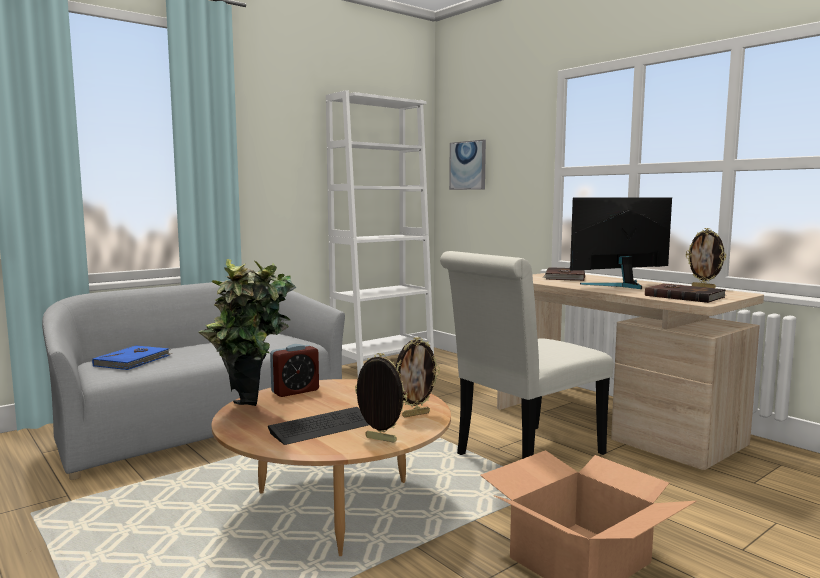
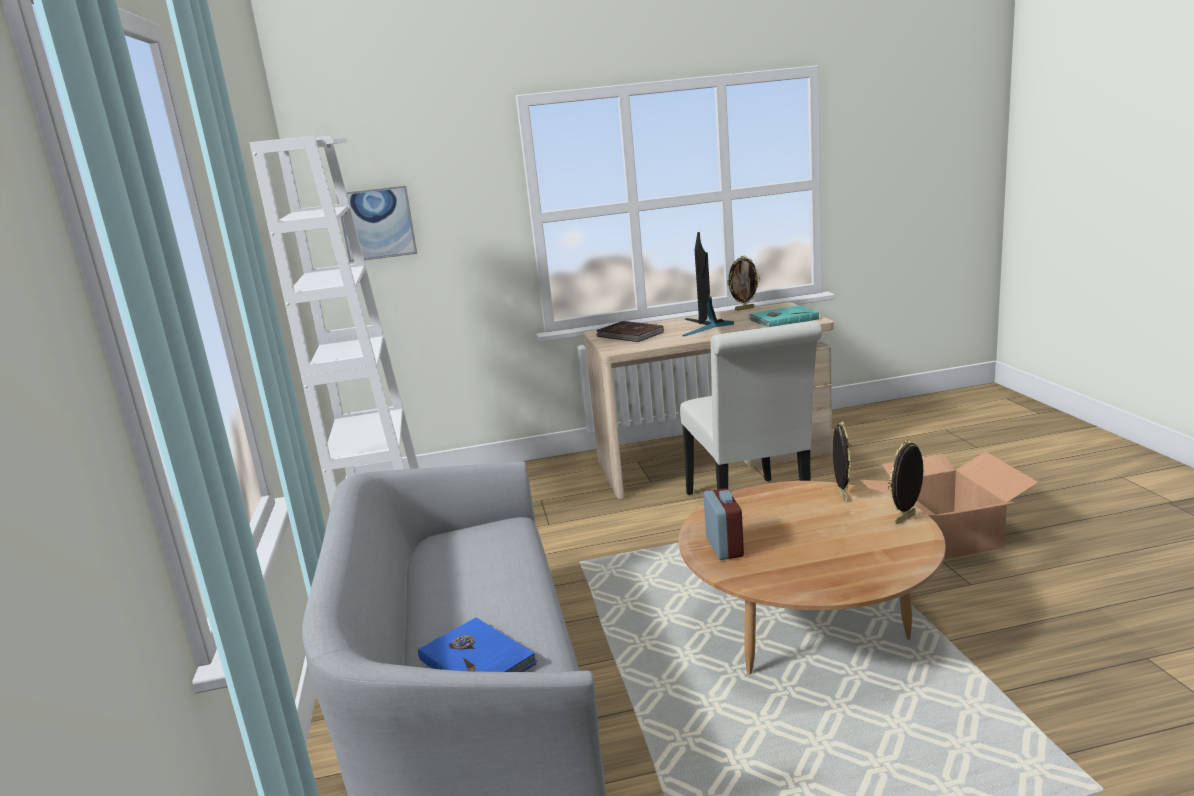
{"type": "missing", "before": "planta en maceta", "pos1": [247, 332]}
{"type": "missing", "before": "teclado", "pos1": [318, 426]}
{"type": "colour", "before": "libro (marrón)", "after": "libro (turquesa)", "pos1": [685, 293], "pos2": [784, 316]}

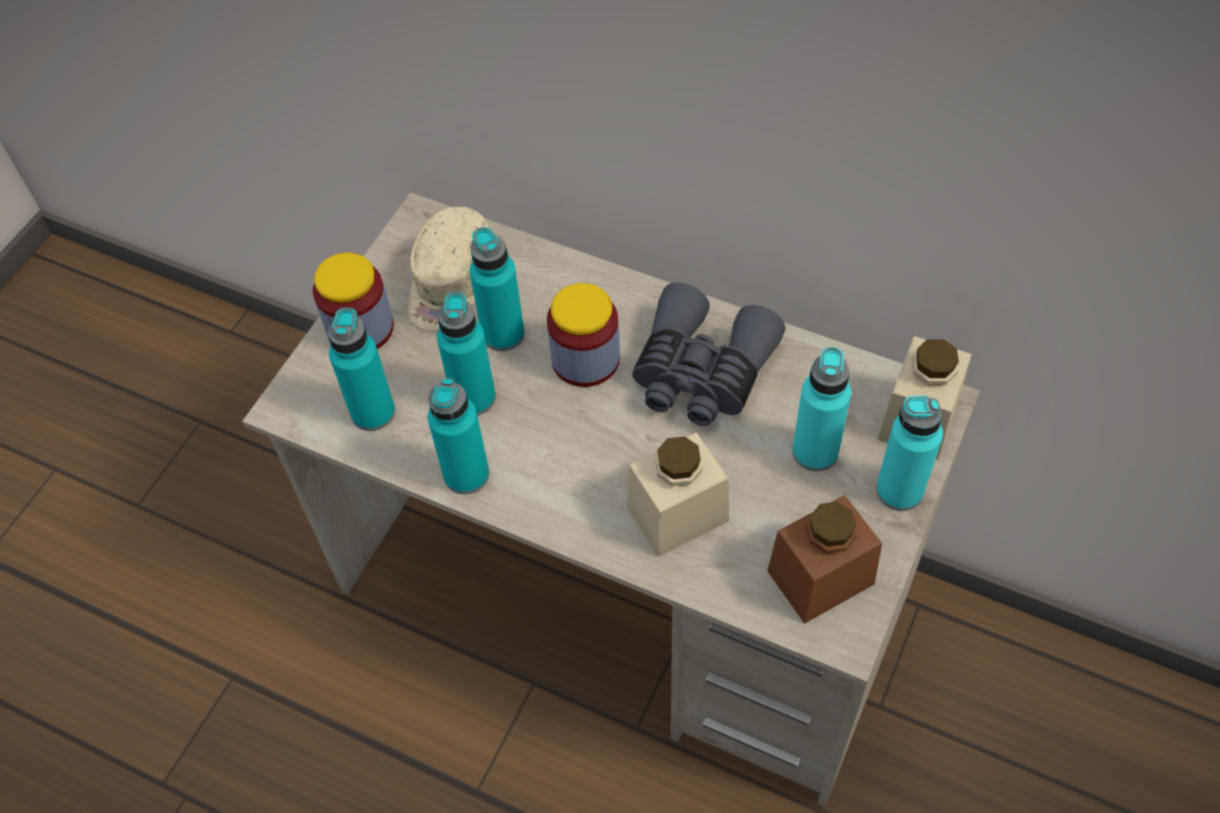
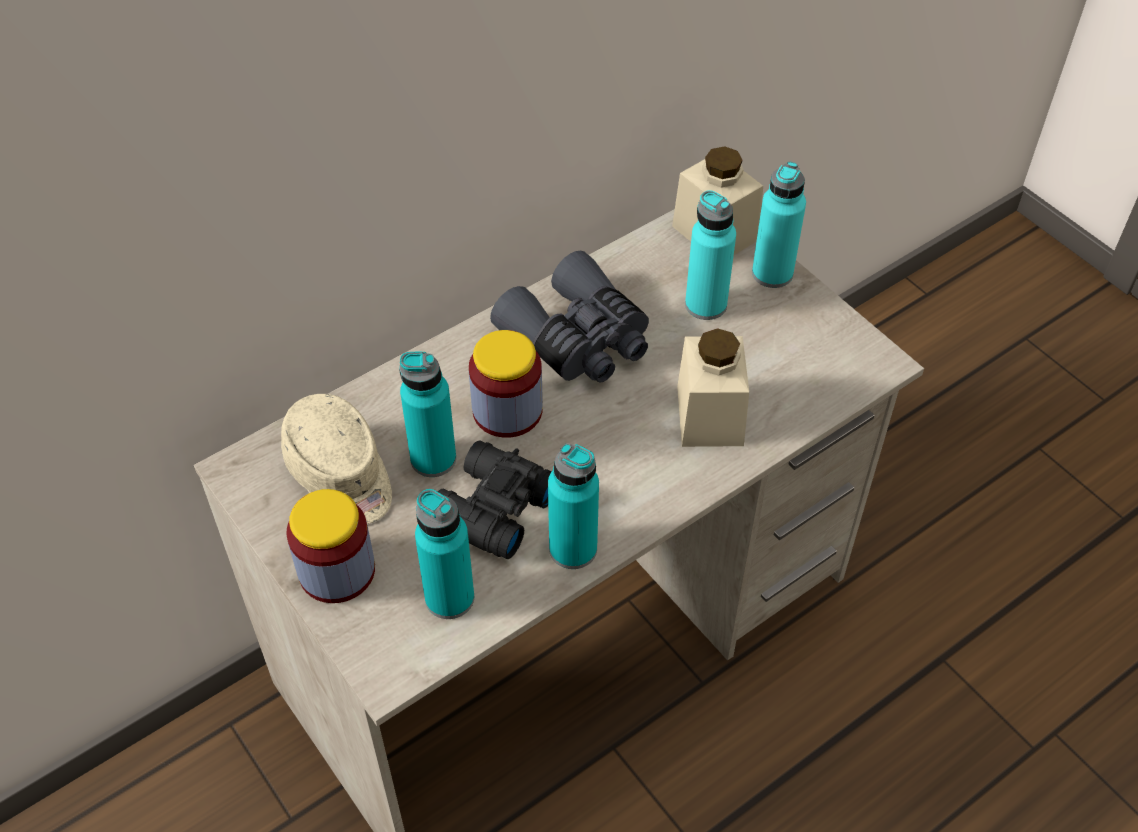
{"type": "missing", "before": "tarro (marrón)", "pos1": [824, 559]}
{"type": "exchanged", "before": "botella (turquesa)", "after": "prismáticos (negro)", "pos1": [466, 354], "pos2": [494, 499]}

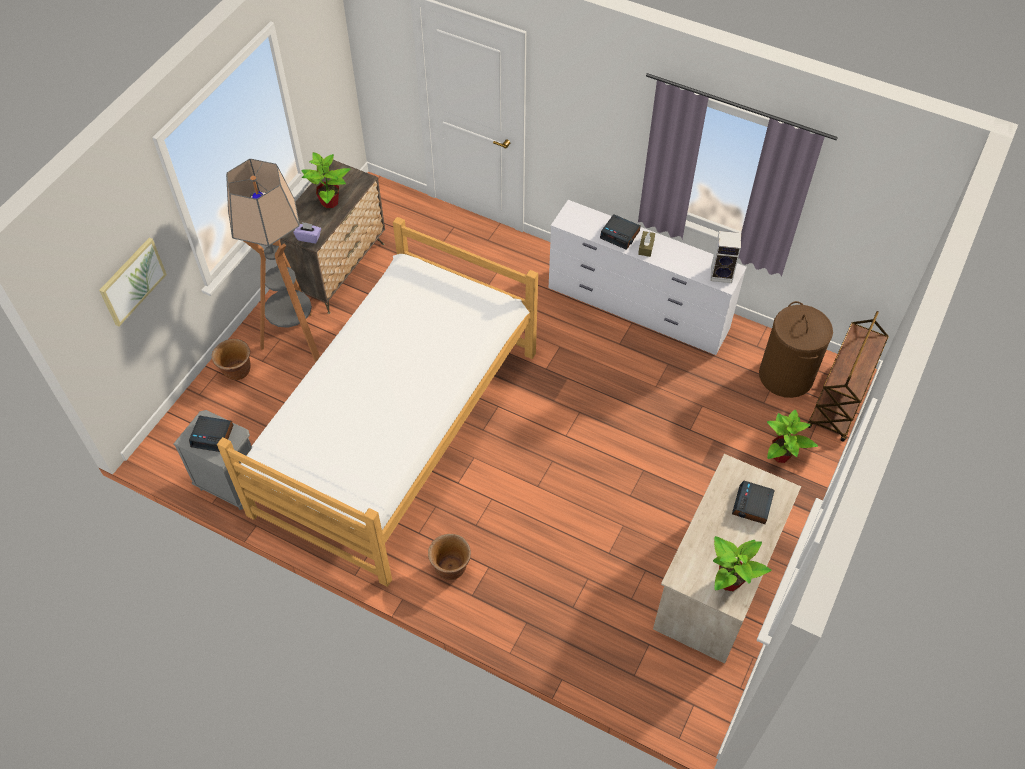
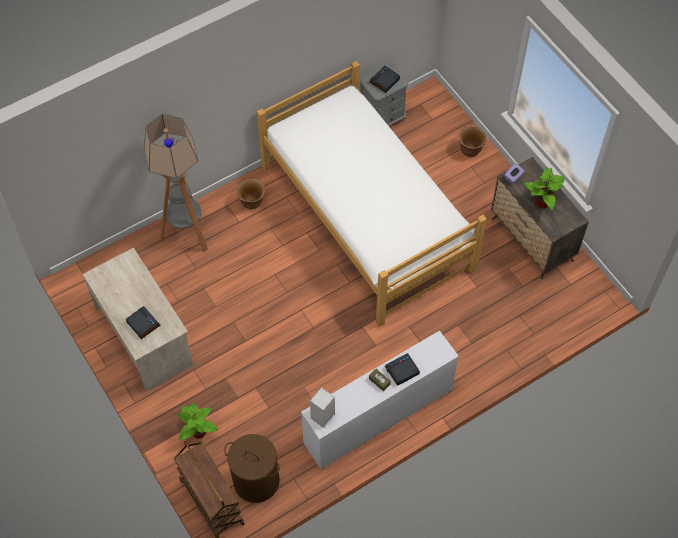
{"type": "missing", "before": "cuadro", "pos1": [133, 282]}
{"type": "missing", "before": "planta en maceta", "pos1": [742, 563]}
{"type": "relocated", "before": "lámpara de pie", "pos1": [273, 260], "pos2": [176, 183]}

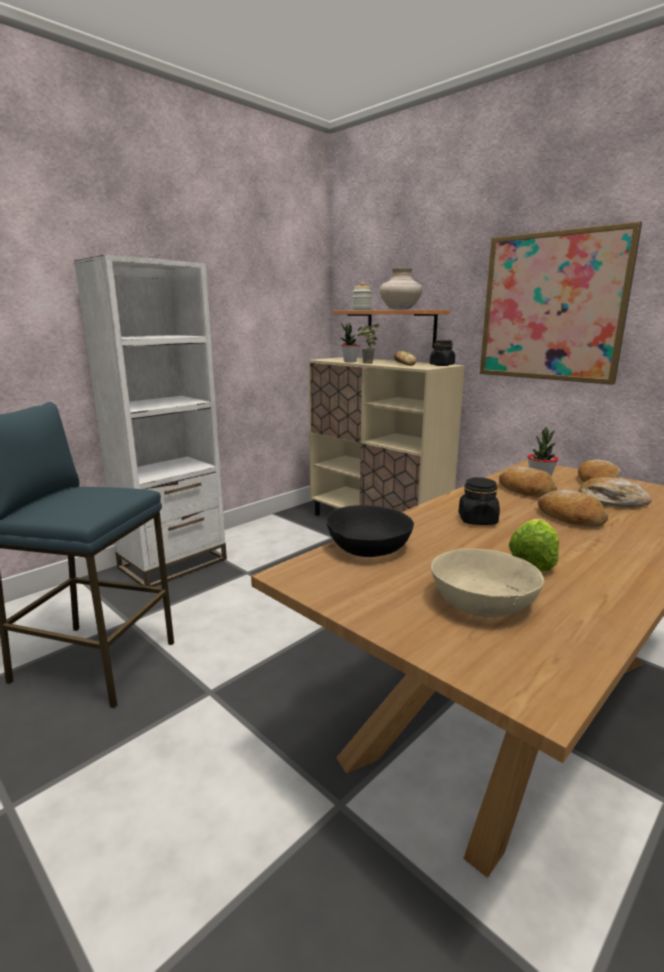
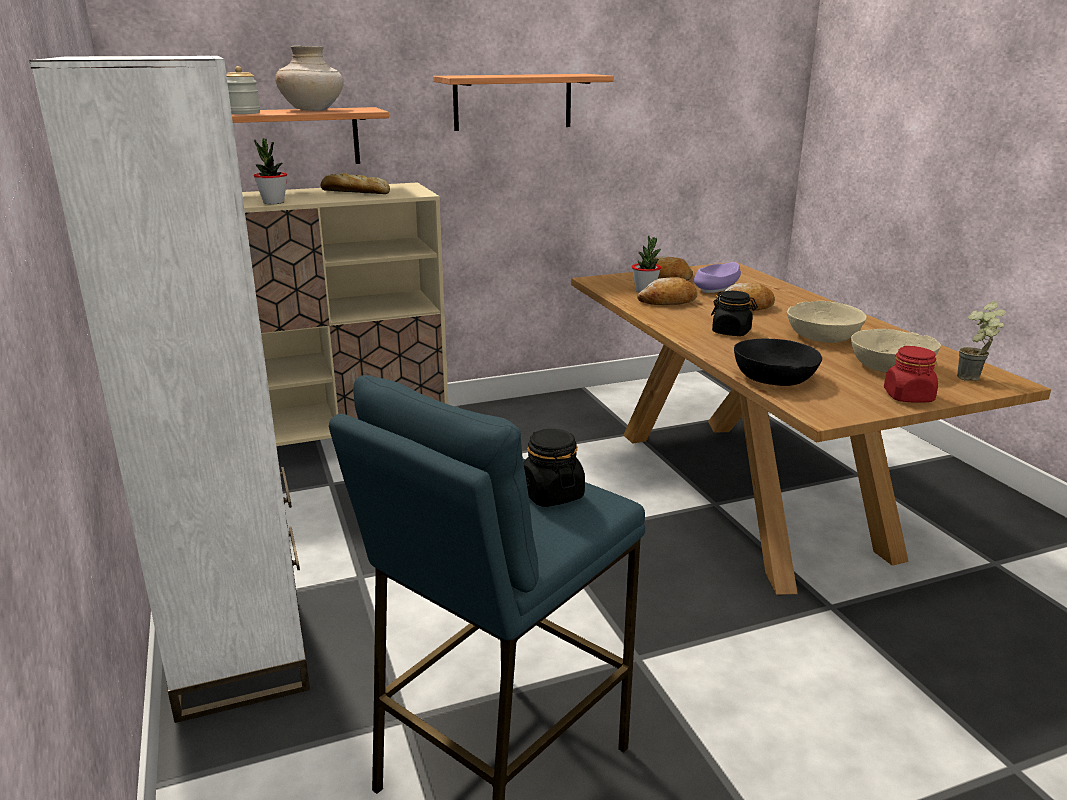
{"type": "appeared", "after": "tarro (rojo)", "pos2": [911, 374]}
{"type": "relocated", "before": "planta en maceta", "pos1": [368, 343], "pos2": [981, 341]}
{"type": "relocated", "before": "tarro (negro)", "pos1": [442, 353], "pos2": [554, 468]}
{"type": "exchanged", "before": "cuadro", "after": "estante", "pos1": [561, 303], "pos2": [523, 102]}
{"type": "exchanged", "before": "lechuga", "after": "cuenco (beis)", "pos1": [534, 545], "pos2": [827, 322]}
{"type": "exchanged", "before": "pan", "after": "cuenco (morado)", "pos1": [615, 492], "pos2": [717, 277]}

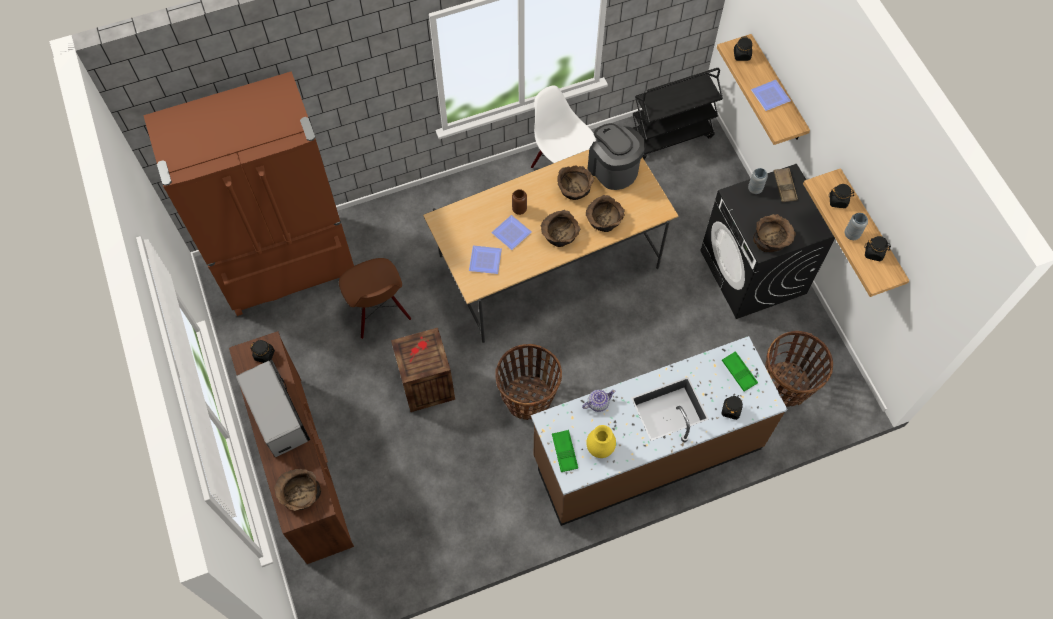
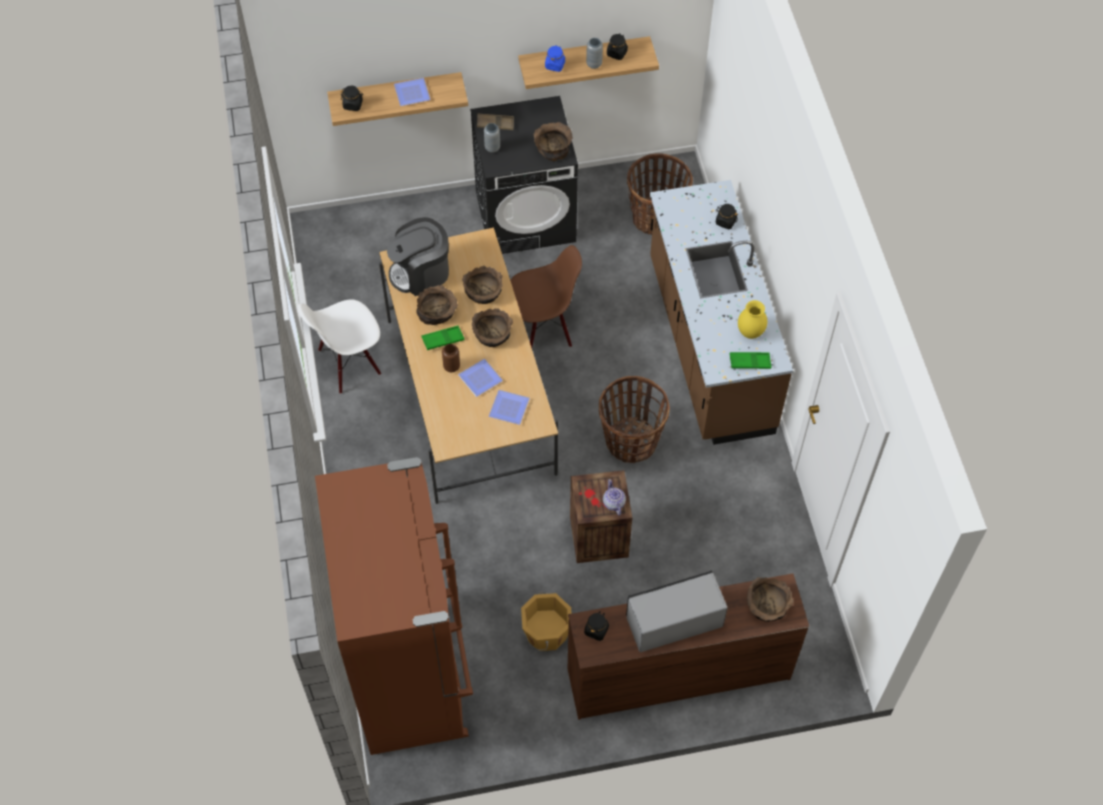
{"type": "missing", "before": "carrito (negro)", "pos1": [678, 113]}
{"type": "appeared", "after": "cubo (naranja)", "pos2": [546, 621]}
{"type": "relocated", "before": "silla (marrón)", "pos1": [375, 298], "pos2": [546, 296]}
{"type": "relocated", "before": "tetera", "pos1": [598, 401], "pos2": [614, 497]}
{"type": "relocated", "before": "bandeja (verde)", "pos1": [740, 371], "pos2": [443, 338]}
{"type": "colour", "before": "tarro (negro)", "after": "tarro (azul)", "pos1": [841, 196], "pos2": [555, 59]}

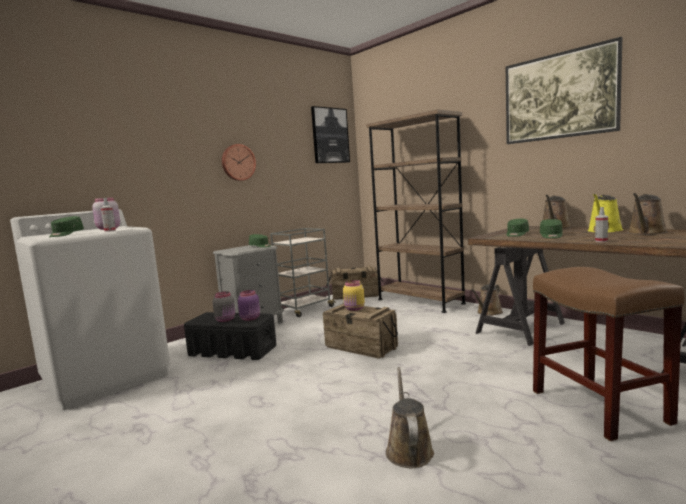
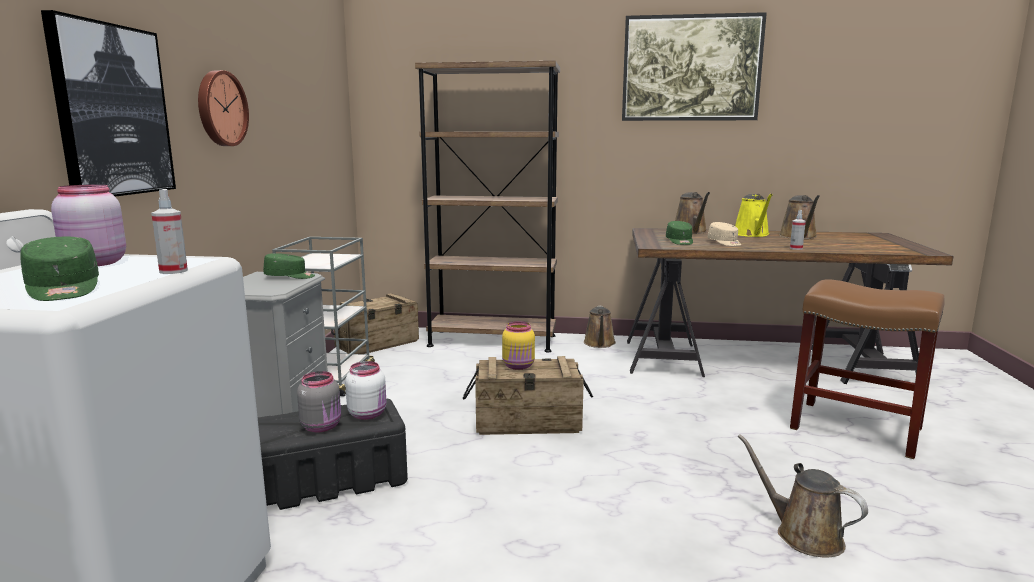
{"type": "relocated", "before": "cuadro", "pos1": [330, 134], "pos2": [108, 103]}
{"type": "colour", "before": "tarro (morado)", "after": "tarro (blanco)", "pos1": [249, 305], "pos2": [365, 390]}
{"type": "colour", "before": "gorra (verde)", "after": "gorra (beis)", "pos1": [551, 228], "pos2": [724, 234]}

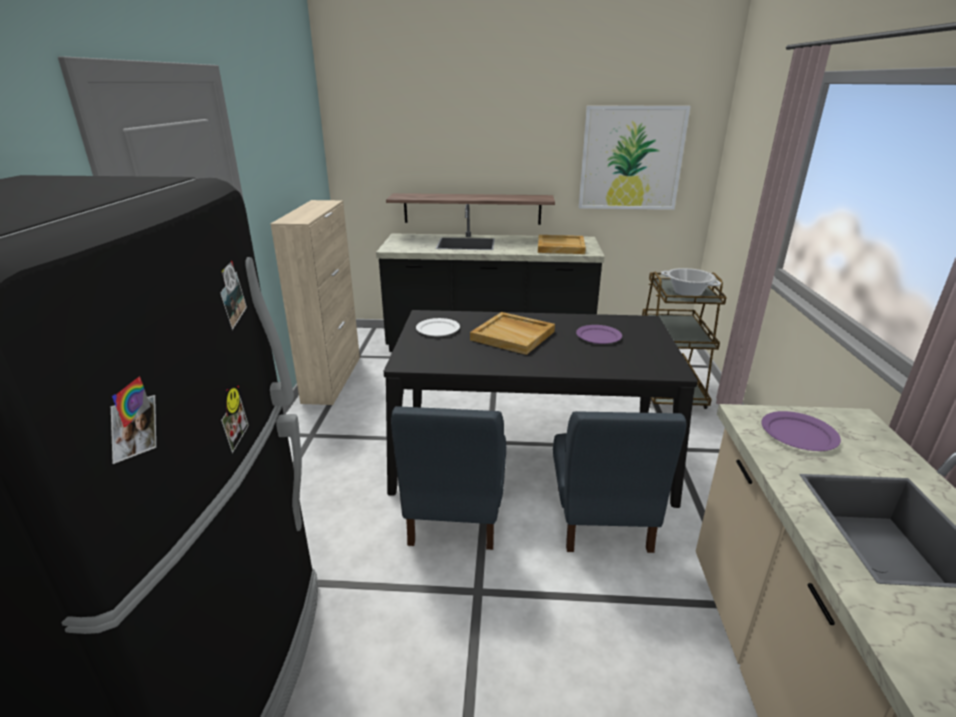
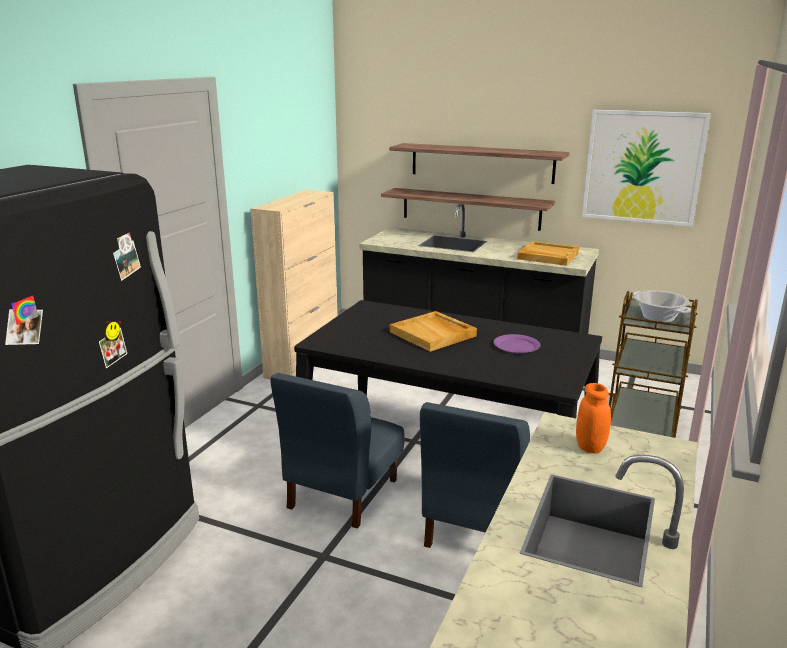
{"type": "missing", "before": "plato (blanco)", "pos1": [438, 327]}
{"type": "appeared", "after": "estante", "pos2": [479, 163]}
{"type": "exchanged", "before": "plato (morado)", "after": "tarro (naranja)", "pos1": [801, 431], "pos2": [593, 418]}

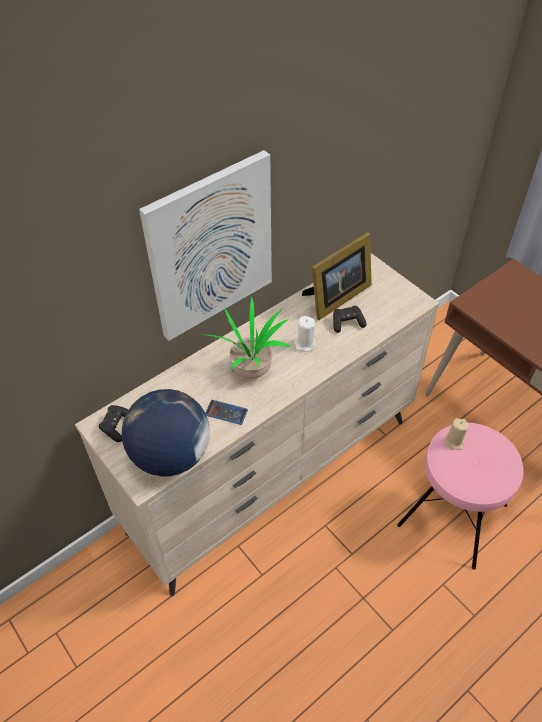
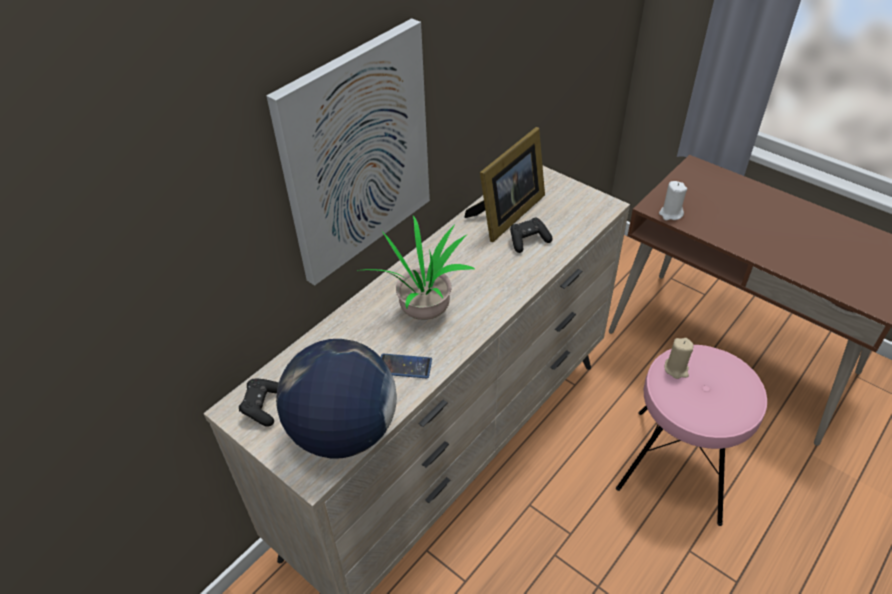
{"type": "relocated", "before": "vela (blanco)", "pos1": [305, 334], "pos2": [673, 200]}

